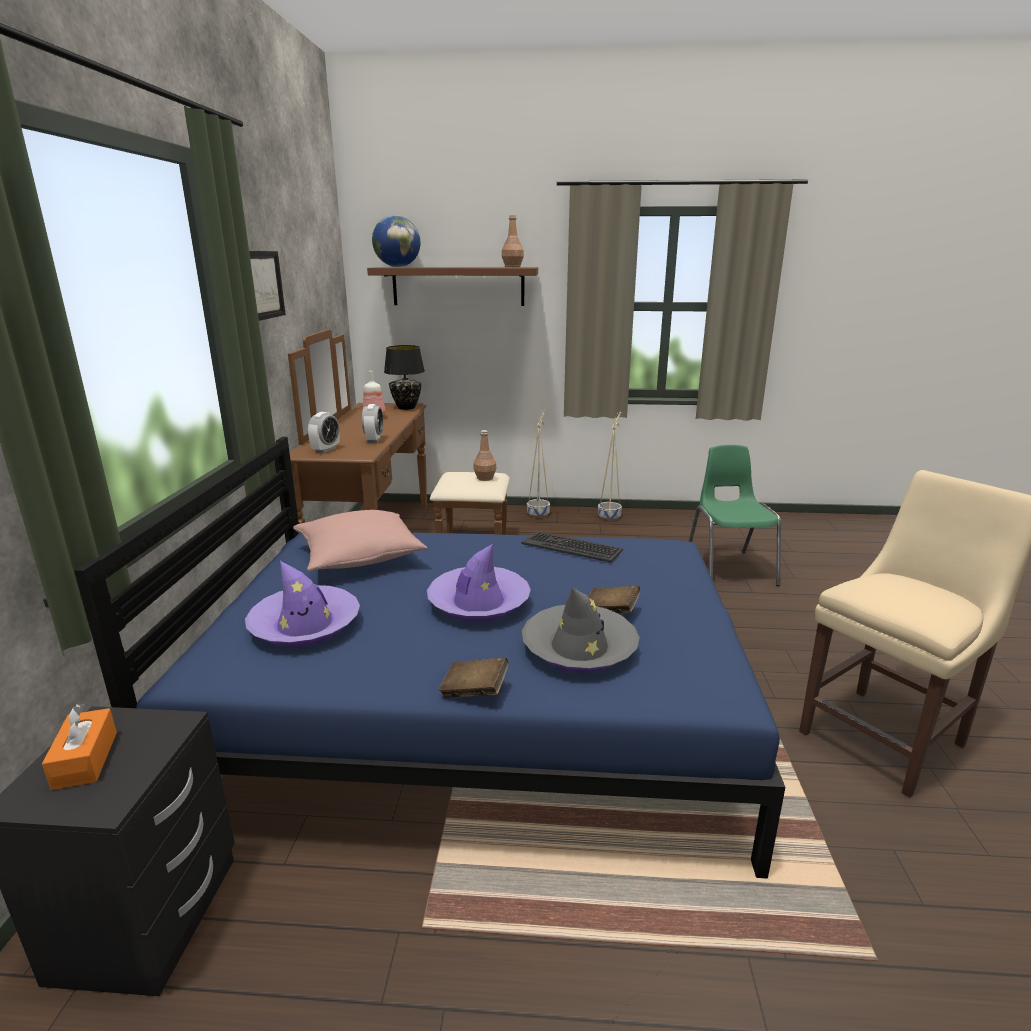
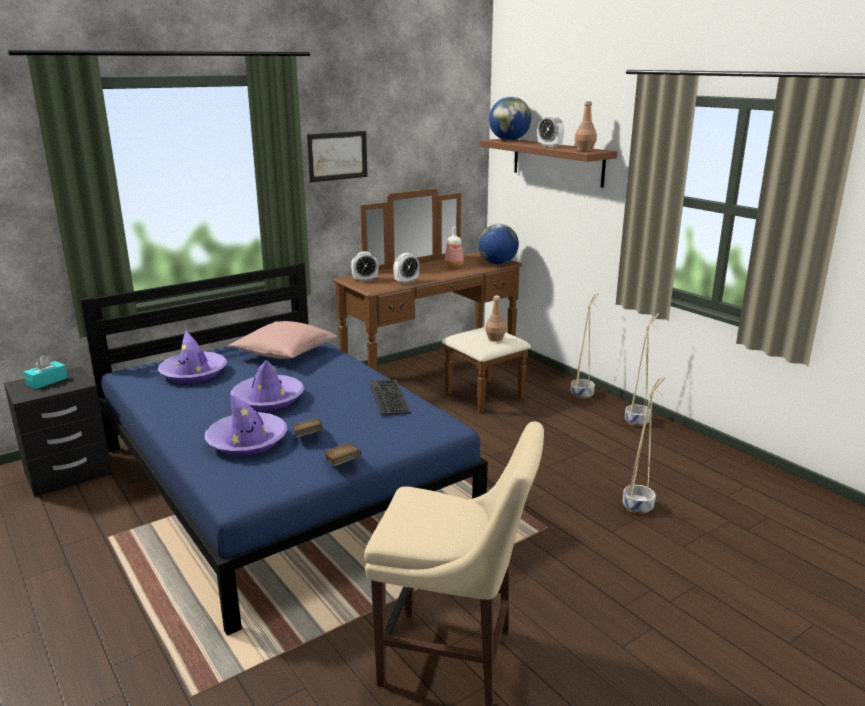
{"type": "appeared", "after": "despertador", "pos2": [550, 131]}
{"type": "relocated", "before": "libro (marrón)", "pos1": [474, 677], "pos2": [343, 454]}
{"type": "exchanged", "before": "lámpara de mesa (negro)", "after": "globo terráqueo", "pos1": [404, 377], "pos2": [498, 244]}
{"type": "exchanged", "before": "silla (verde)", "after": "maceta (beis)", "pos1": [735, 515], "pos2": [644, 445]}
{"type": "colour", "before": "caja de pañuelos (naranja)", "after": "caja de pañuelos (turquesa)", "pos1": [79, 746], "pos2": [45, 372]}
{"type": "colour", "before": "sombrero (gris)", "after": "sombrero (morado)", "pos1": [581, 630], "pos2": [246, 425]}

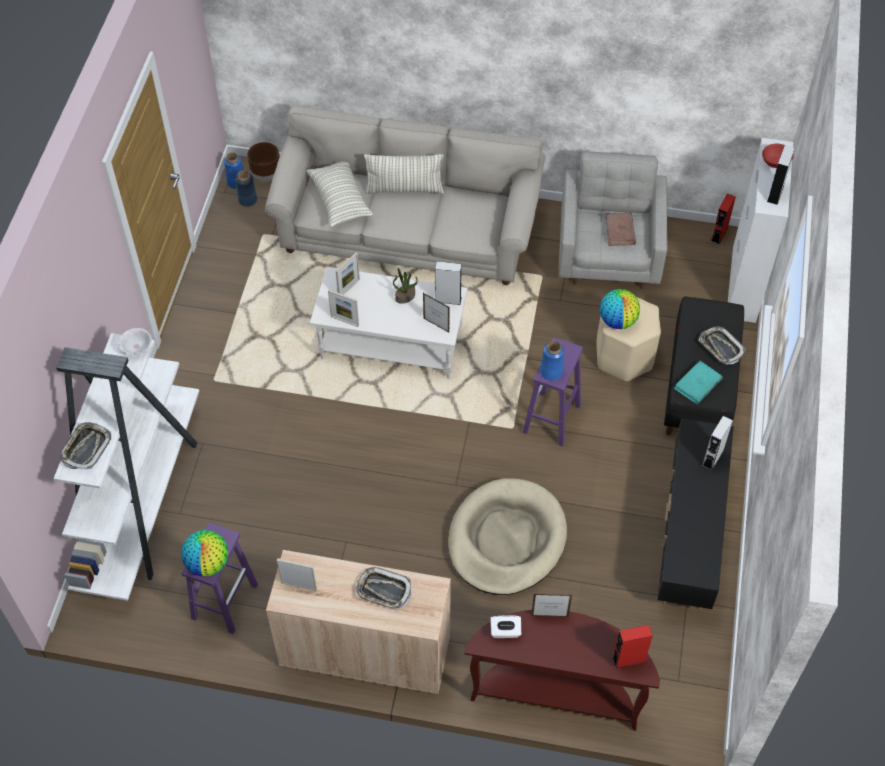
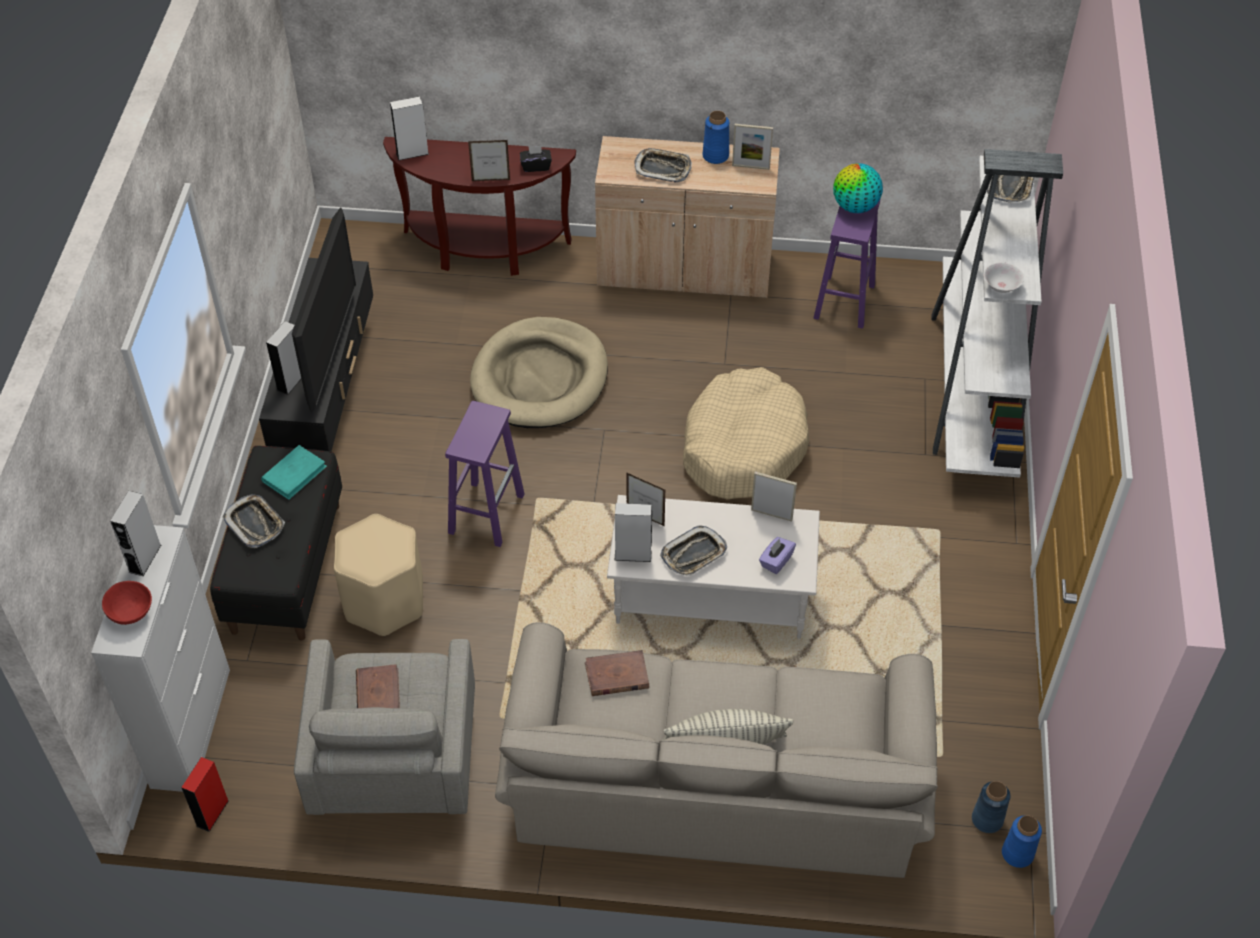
{"type": "missing", "before": "maceta (marrón)", "pos1": [263, 162]}
{"type": "missing", "before": "cojín", "pos1": [340, 194]}
{"type": "missing", "before": "globo terráqueo", "pos1": [620, 309]}
{"type": "appeared", "after": "televisor", "pos2": [324, 310]}
{"type": "appeared", "after": "libro (marrón)", "pos2": [617, 673]}
{"type": "appeared", "after": "cama para perro (beis)", "pos2": [746, 433]}
{"type": "relocated", "before": "florero (azul)", "pos1": [552, 361], "pos2": [716, 137]}
{"type": "exchanged", "before": "portarretratos", "after": "caja de pañuelos (morado)", "pos1": [348, 273], "pos2": [777, 555]}
{"type": "exchanged", "before": "planta en maceta", "after": "bandeja", "pos1": [405, 286], "pos2": [693, 550]}
{"type": "colour", "before": "caja de pañuelos (blanco)", "after": "caja de pañuelos (negro)", "pos1": [505, 626], "pos2": [536, 159]}
{"type": "colour", "before": "altavoz (rojo)", "after": "altavoz (blanco)", "pos1": [632, 647], "pos2": [409, 128]}

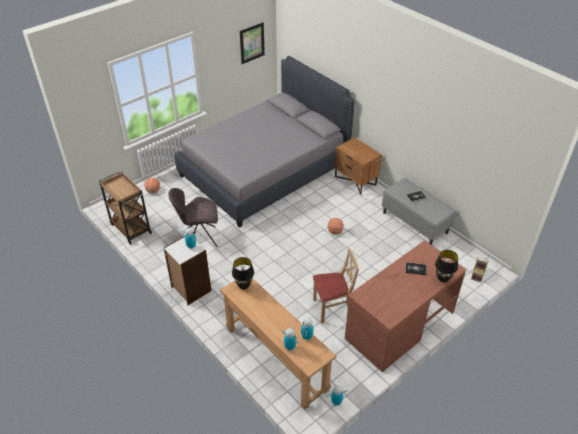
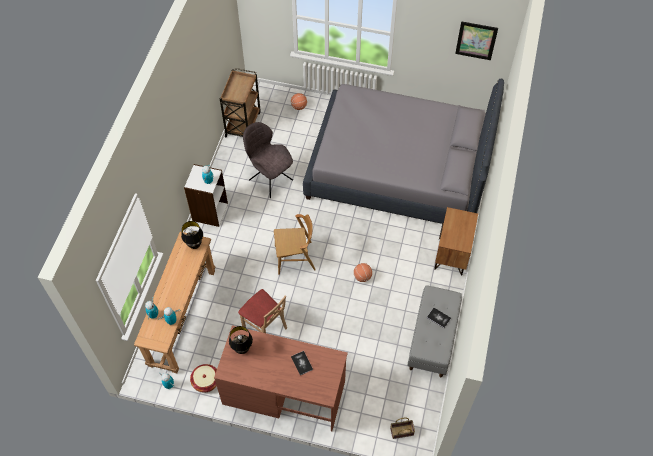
{"type": "appeared", "after": "cesta", "pos2": [203, 378]}
{"type": "appeared", "after": "silla (marrón)", "pos2": [295, 244]}
{"type": "relocated", "before": "lámpara de mesa (negro)", "pos1": [446, 266], "pos2": [241, 340]}

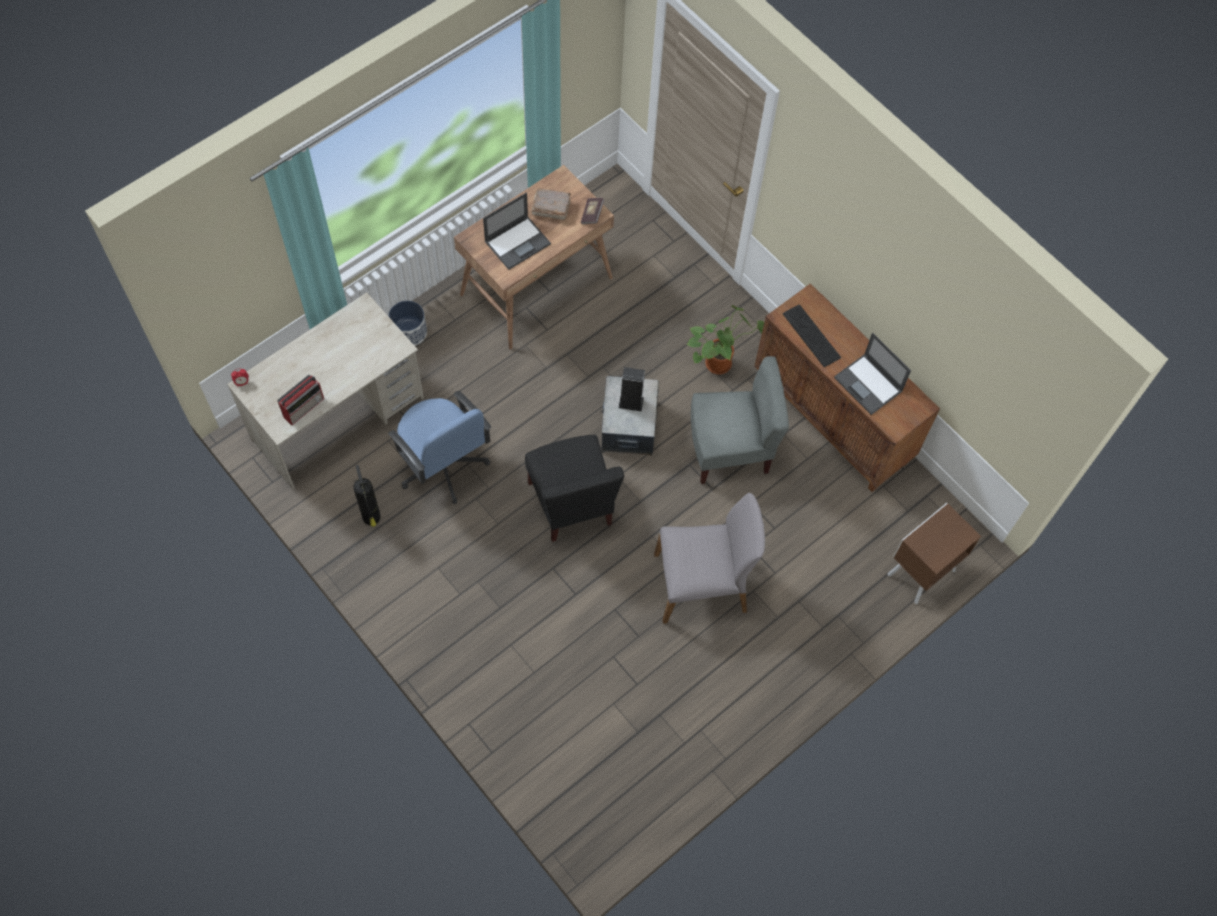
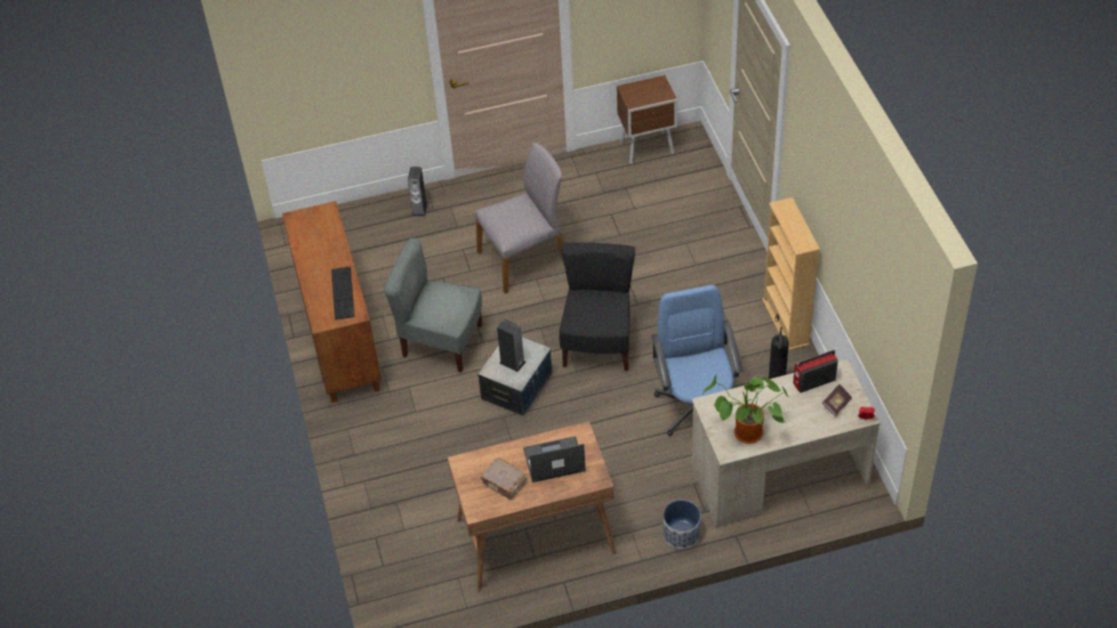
{"type": "missing", "before": "portátil", "pos1": [872, 374]}
{"type": "appeared", "after": "altavoz", "pos2": [418, 192]}
{"type": "appeared", "after": "estantería (beis)", "pos2": [791, 274]}
{"type": "relocated", "before": "libro", "pos1": [592, 211], "pos2": [837, 400]}
{"type": "relocated", "before": "planta en maceta", "pos1": [725, 339], "pos2": [745, 409]}
{"type": "relocated", "before": "mesita de noche (marrón)", "pos1": [934, 553], "pos2": [647, 119]}
{"type": "spun", "before": "silla (gris)", "pos1": [709, 558], "pos2": [519, 218], "turn": 135}

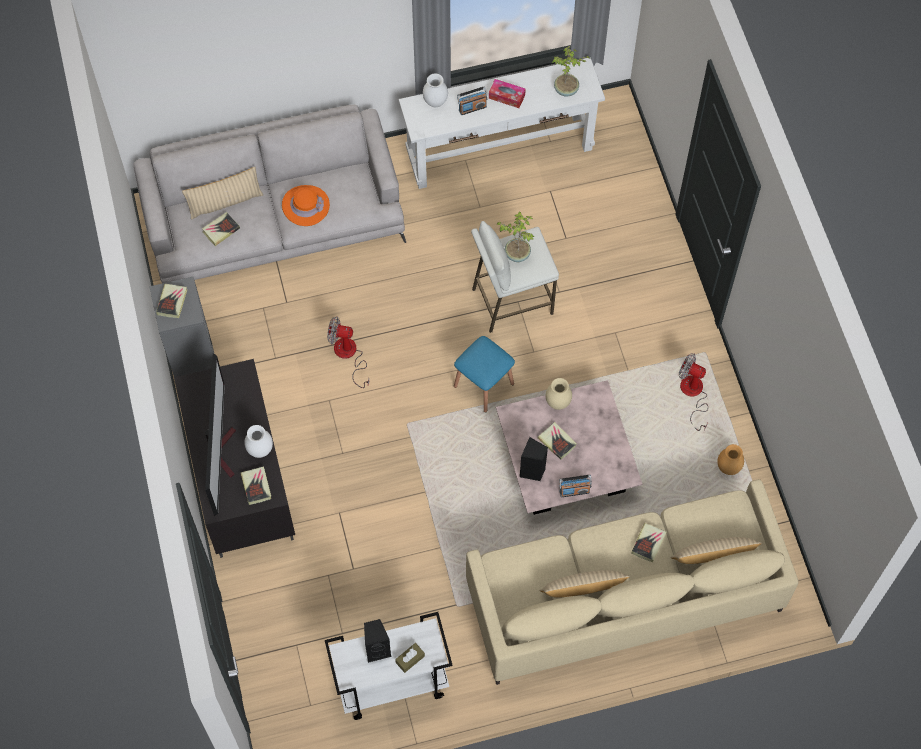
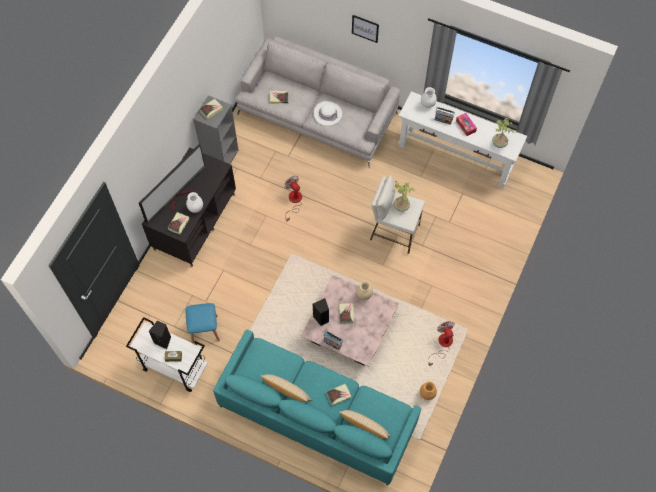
{"type": "missing", "before": "cojín (beis)", "pos1": [222, 193]}
{"type": "appeared", "after": "cuadro", "pos2": [365, 29]}
{"type": "relocated", "before": "taburete (azul)", "pos1": [484, 374], "pos2": [203, 323]}
{"type": "colour", "before": "sombrero (naranja)", "after": "sombrero (blanco)", "pos1": [306, 205], "pos2": [328, 113]}
{"type": "colour", "before": "sofá (beis)", "after": "sofá (turquesa)", "pos1": [632, 582], "pos2": [317, 407]}

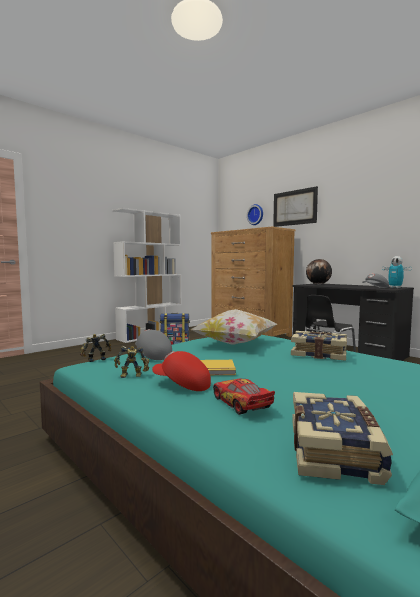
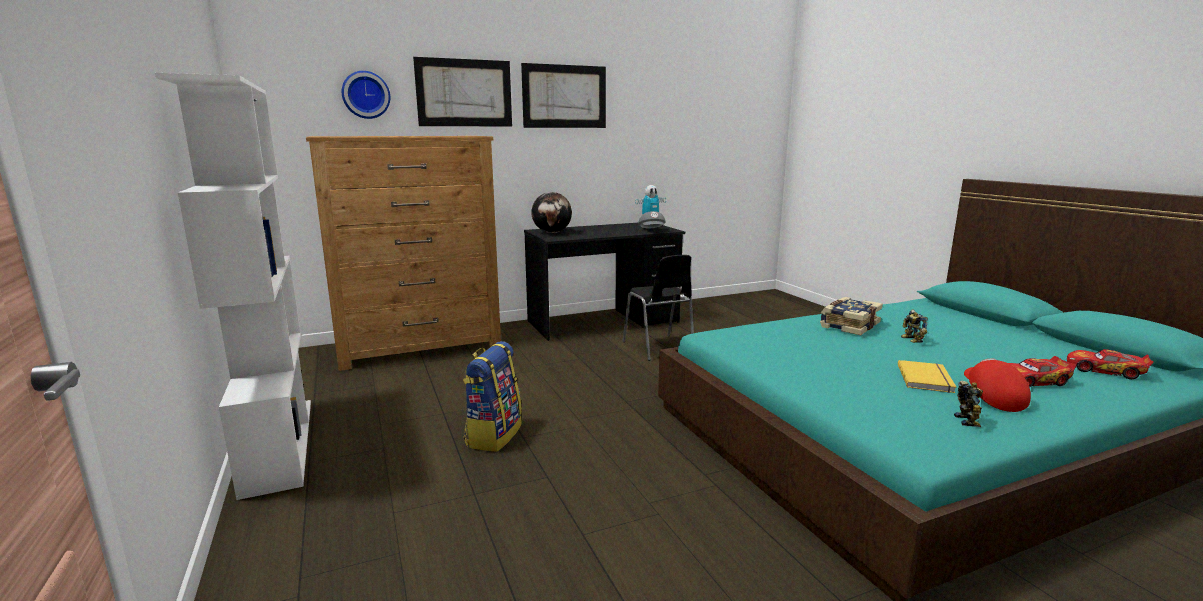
{"type": "missing", "before": "gorra (gris)", "pos1": [153, 344]}
{"type": "missing", "before": "cojín", "pos1": [233, 327]}
{"type": "appeared", "after": "cuadro", "pos2": [563, 95]}
{"type": "relocated", "before": "robot de juguete", "pos1": [95, 348], "pos2": [914, 326]}
{"type": "exchanged", "before": "libro", "after": "coche de juguete", "pos1": [342, 438], "pos2": [1110, 364]}
{"type": "spun", "before": "gorra (rojo)", "pos1": [181, 371], "pos2": [997, 385], "turn": 135}

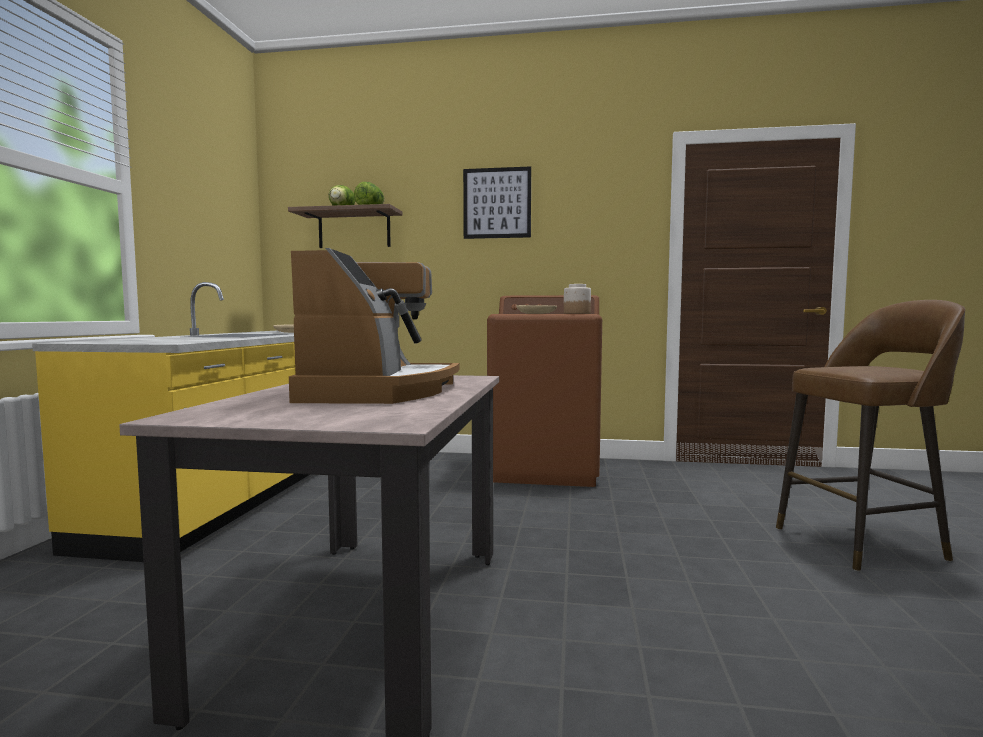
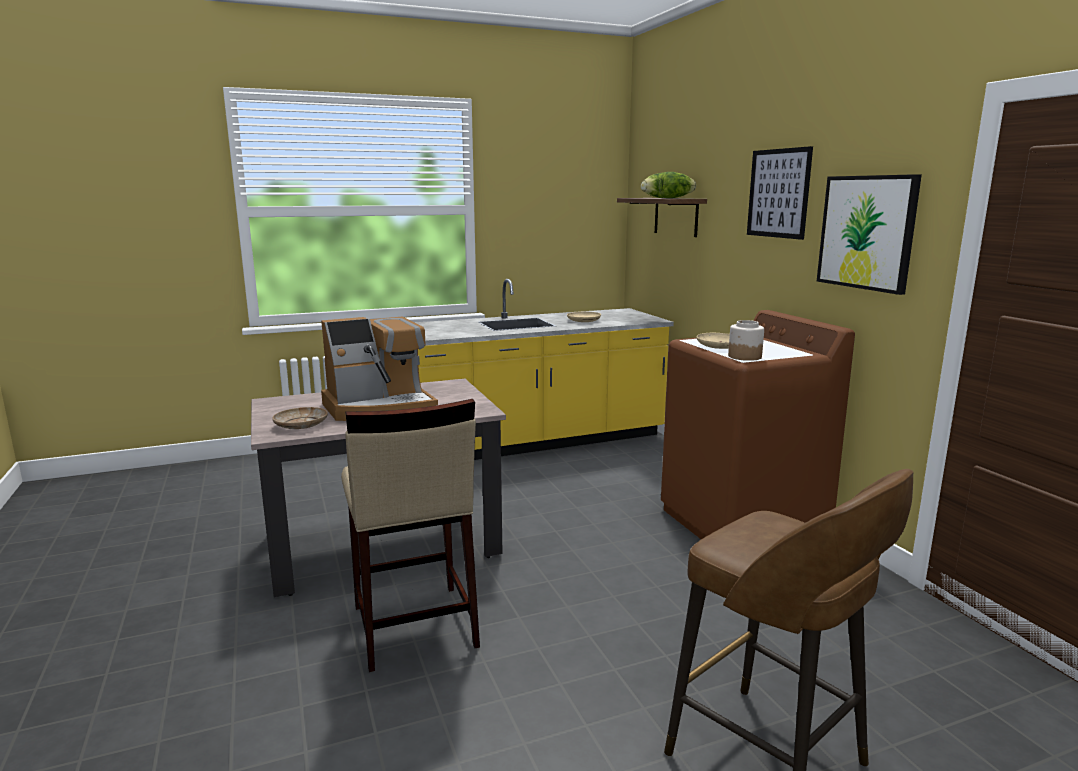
{"type": "appeared", "after": "plato (beis)", "pos2": [300, 418]}
{"type": "appeared", "after": "taburete (beis)", "pos2": [410, 535]}
{"type": "appeared", "after": "cuadro", "pos2": [869, 234]}

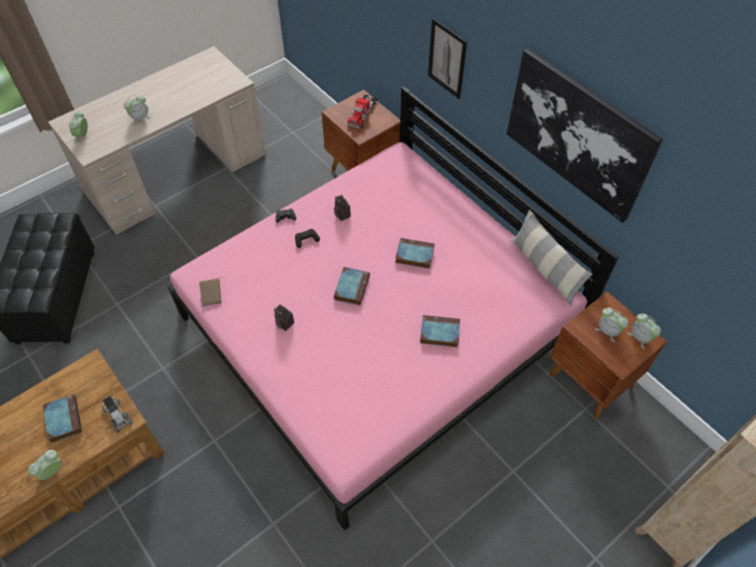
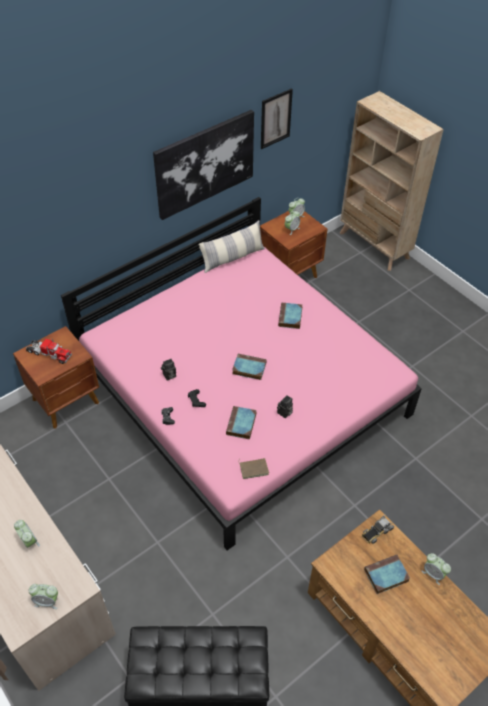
{"type": "relocated", "before": "libro", "pos1": [415, 253], "pos2": [241, 423]}
{"type": "relocated", "before": "cuadro", "pos1": [447, 58], "pos2": [277, 118]}

